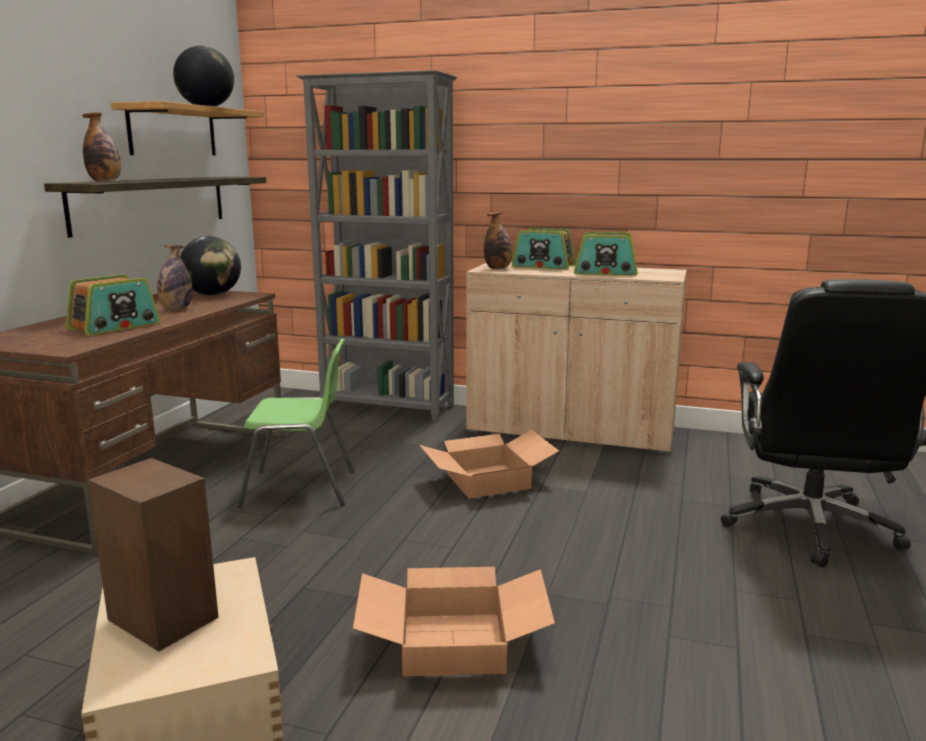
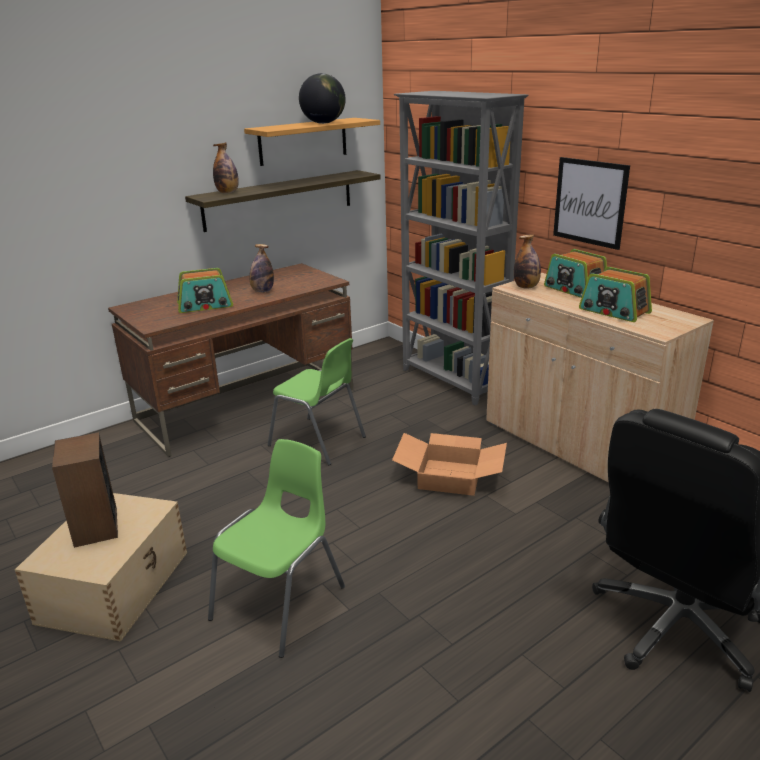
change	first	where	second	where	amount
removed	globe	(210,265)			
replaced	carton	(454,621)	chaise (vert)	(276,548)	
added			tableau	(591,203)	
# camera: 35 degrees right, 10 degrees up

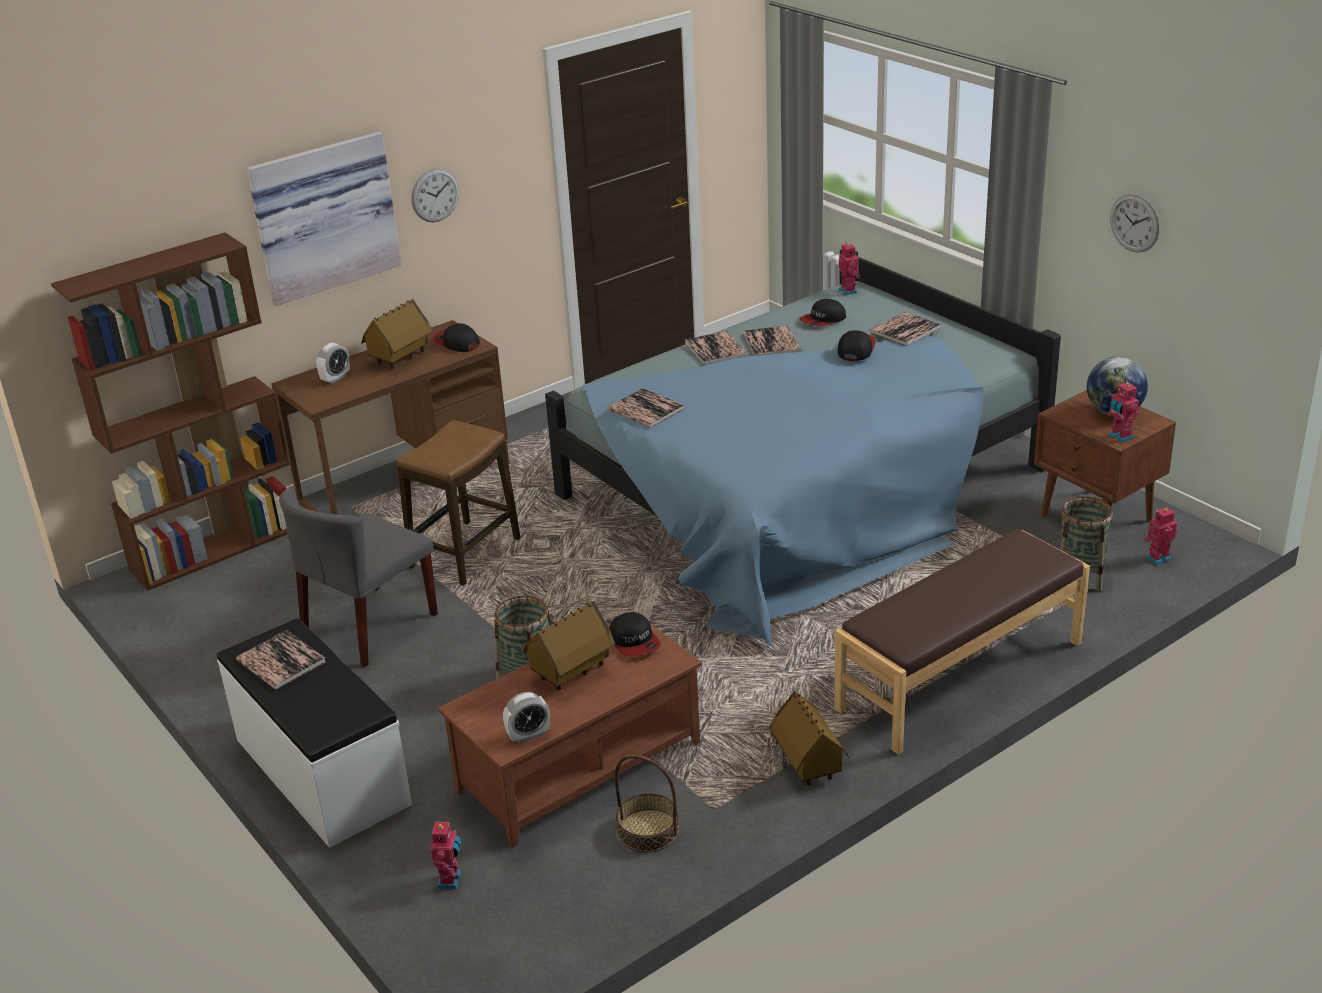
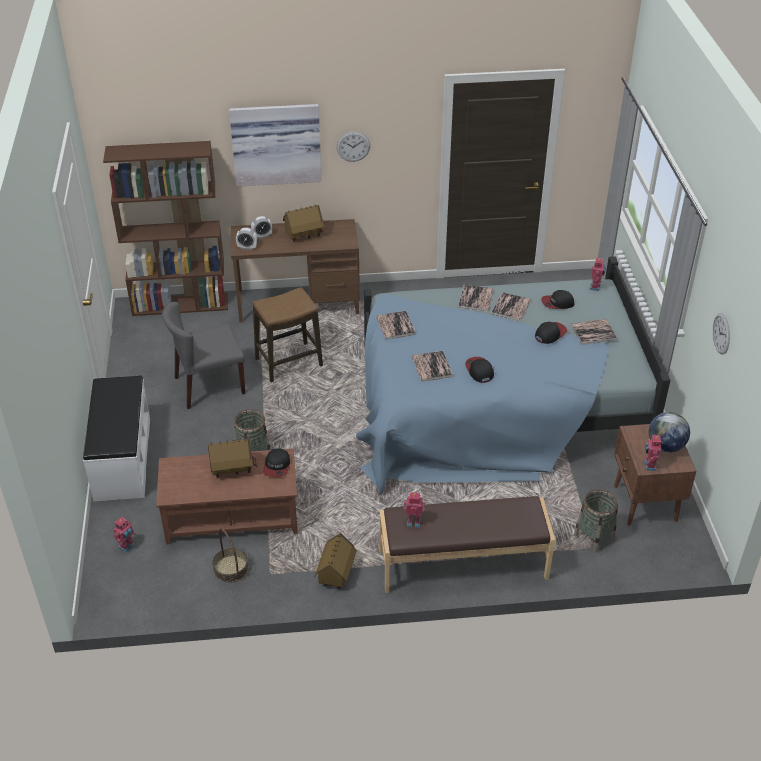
change	first	where	second	where	amount
moved	livre	(281,659)		(432,366)	
moved	casquette	(456,337)		(479,370)	
moved	réveil	(526,717)		(246,238)	
moved	robot jouet	(1161,536)		(414,510)	
# camera: 30 degrees right, 10 degrees up

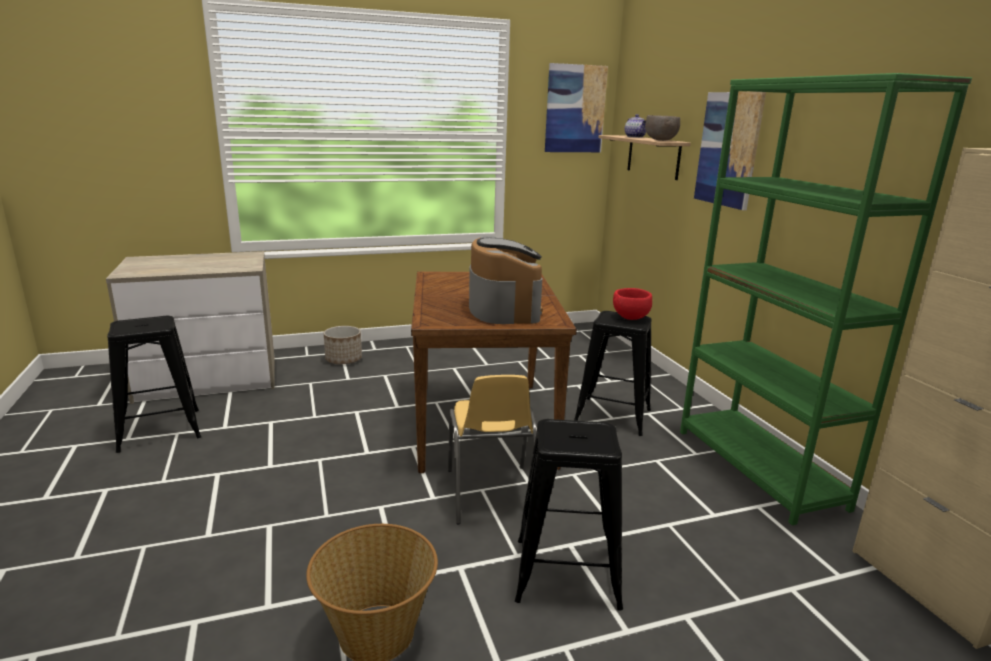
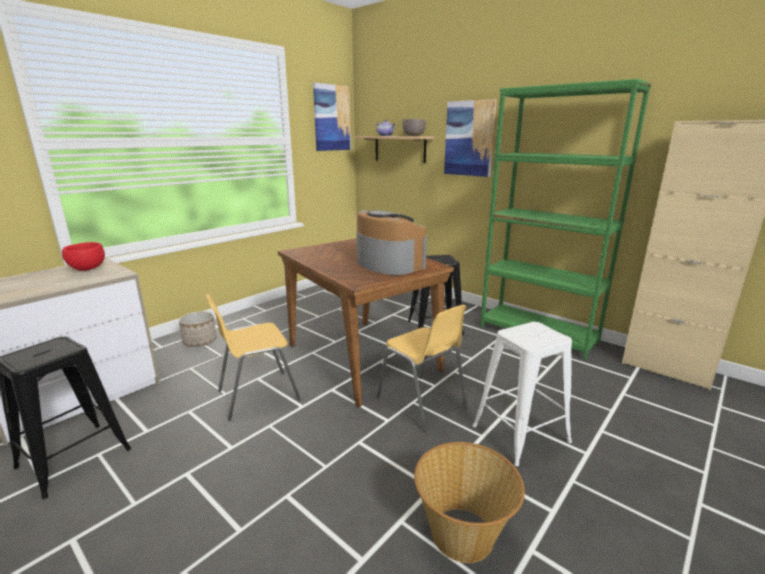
change	first	where	second	where	amount
recoloured	tabouret (noir)	(569,515)	tabouret (blanc)	(522,394)	
moved	bol (rouge)	(632,304)		(83,256)	
added			chaise (jaune)	(253,357)	
# camera: 30 degrees left, 0 degrees up

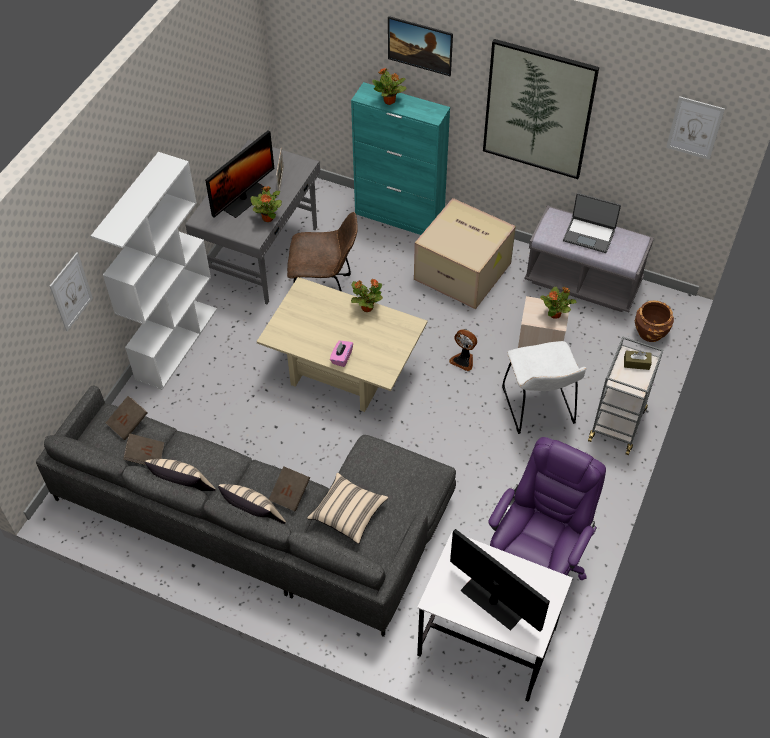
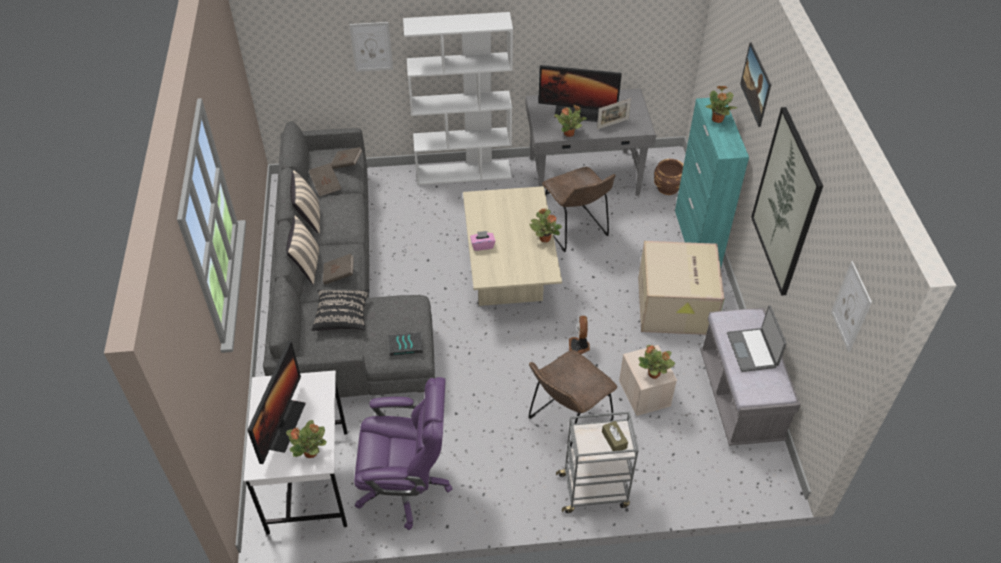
change	first	where	second	where	amount
recoloured	coussin (beige)	(347,508)	coussin (noir)	(340,310)	
recoloured	chaise (blanc)	(544,387)	chaise (marron)	(572,398)	
moved	cache-pot (marron)	(654,321)		(669,177)	
added			plante en pot	(306,439)	
added			livre	(405,344)	
# camera: 60 degrees right, 5 degrees down

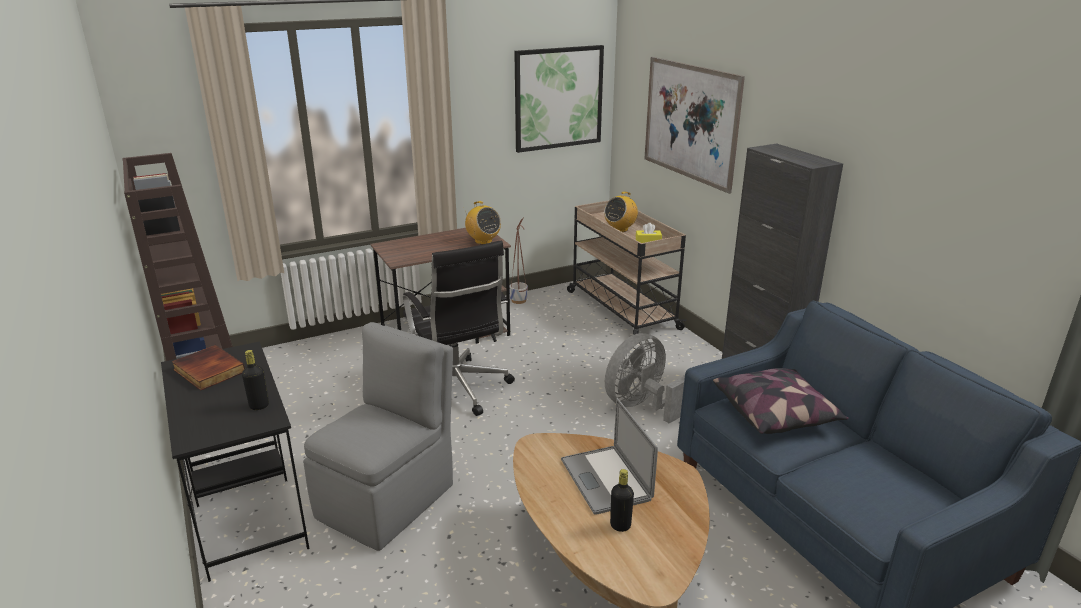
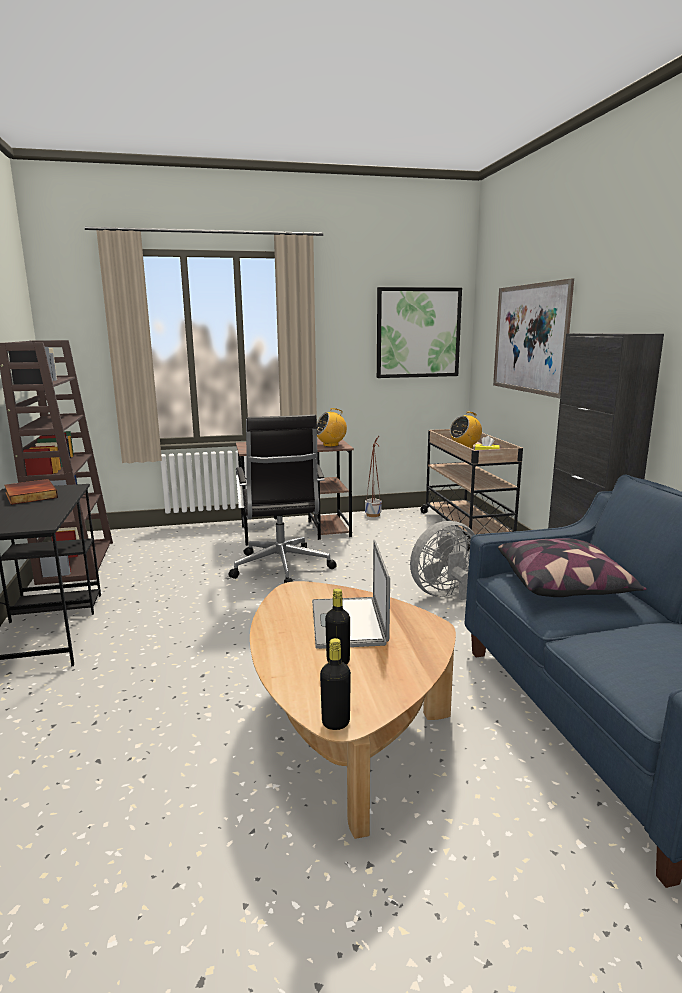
change	first	where	second	where	amount
moved	bouteille (noir)	(255,380)		(335,684)	
removed	chaise (gris)	(378,436)			
turned	radio	(483,223)		(332,427)	90 degrees clockwise
# camera: 15 degrees right, 10 degrees down

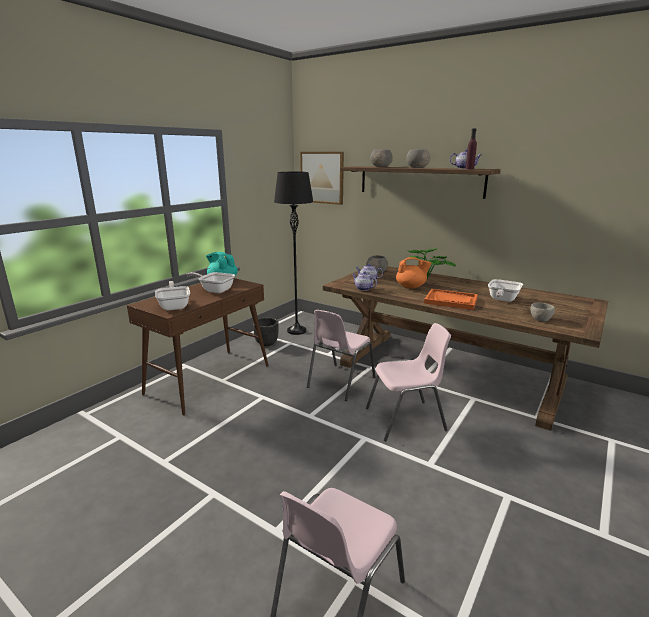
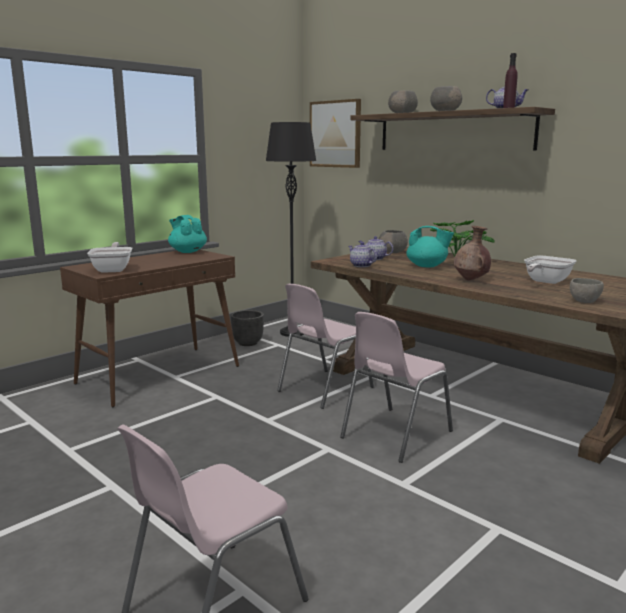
change	first	where	second	where	amount
removed	poêle	(210,282)			
turned	chaise (rose)	(408,382)		(396,387)	135 degrees clockwise
recoloured	théière (orange)	(413,272)	théière (turquoise)	(430,247)	
replaced	plateau (orange)	(451,299)	vase (marron)	(472,253)	
# camera: 10 degrees right, 5 degrees down

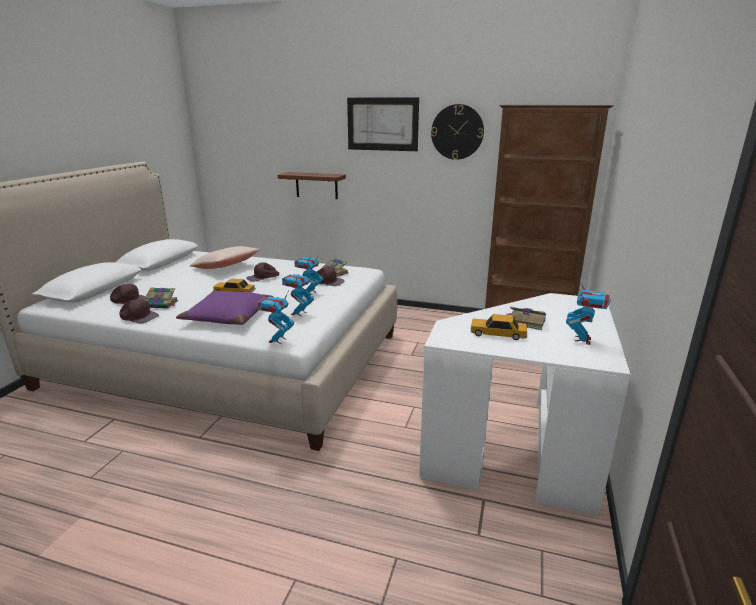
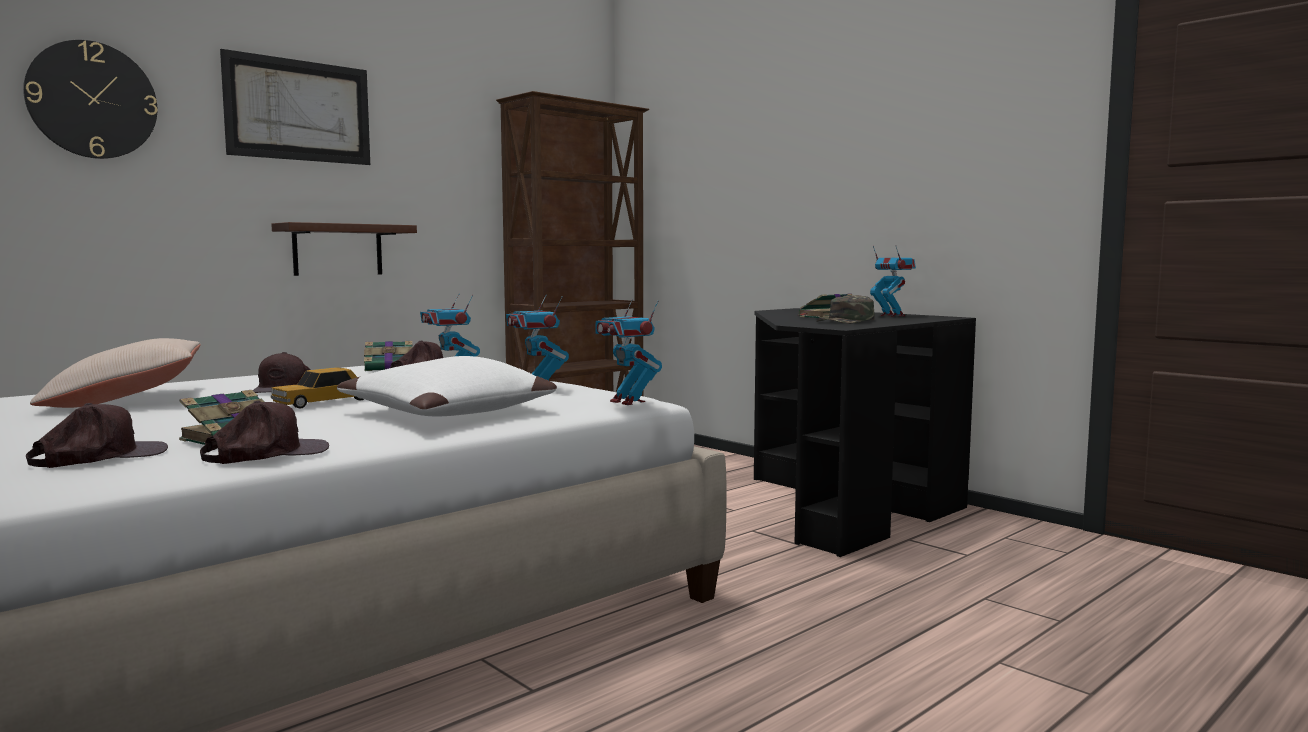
change	first	where	second	where	amount
recoloured	coussin (violet)	(224,308)	coussin (blanc)	(447,386)	
moved	étagère (marron)	(312,185)		(344,249)	
recoloured	bureau (blanc)	(525,404)	bureau (noir)	(865,432)	
moved	horloge murale	(457,132)		(90,99)	
replaced	petite voiture	(499,327)	casquette (vert)	(845,309)	
# camera: 60 degrees left, 15 degrees down

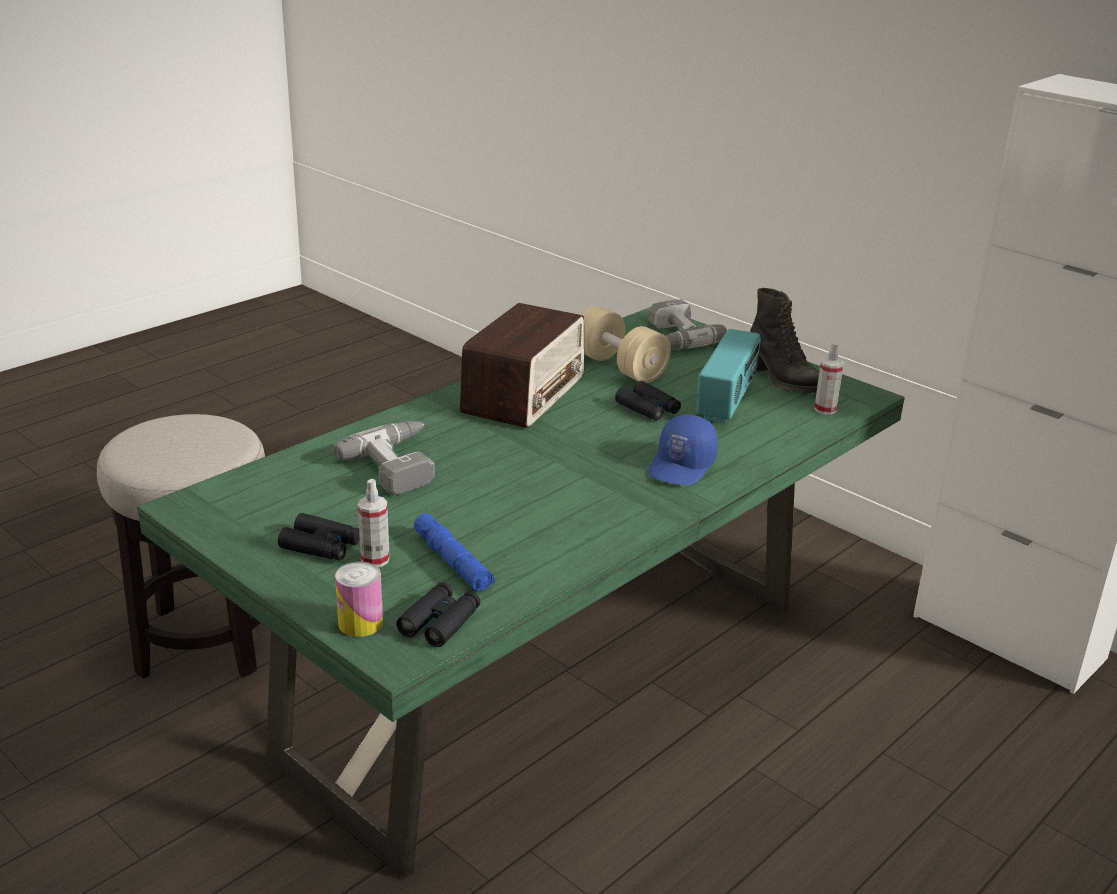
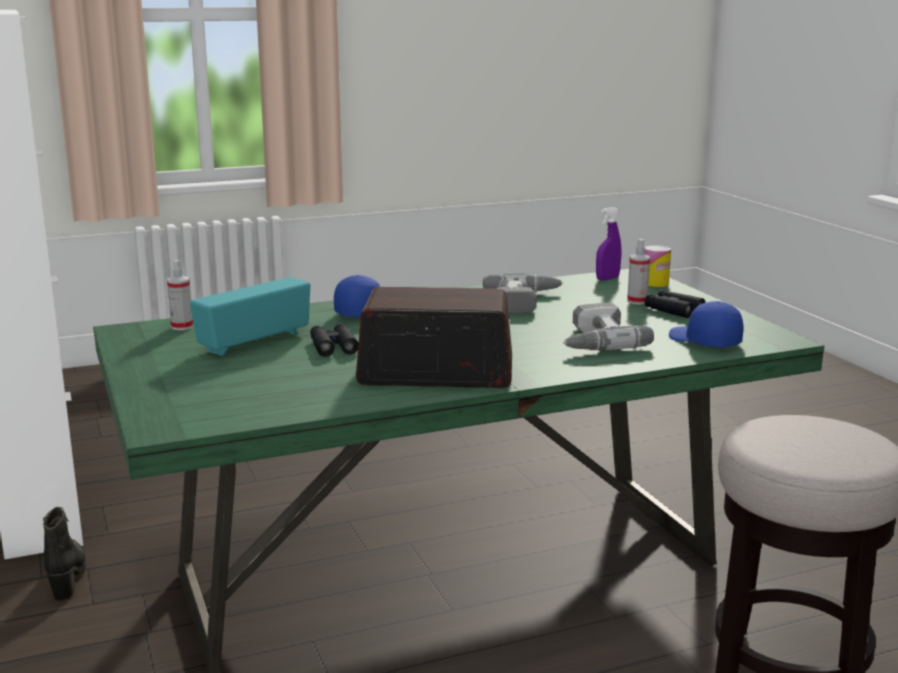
change	first	where	second	where	amount
replaced	jumelles (noir)	(438,614)	vaporisateur (violet)	(608,244)	
removed	lampe de poche (bleu)	(454,552)			
turned	radio	(522,365)		(434,337)	45 degrees clockwise
removed	haltère (beige)	(626,344)			
moved	perceuse	(687,324)		(523,293)	
moved	botte (noir)	(784,340)		(65,554)	
added			casquette (bleu)	(706,324)	
# camera: 155 degrees left, 10 degrees down

